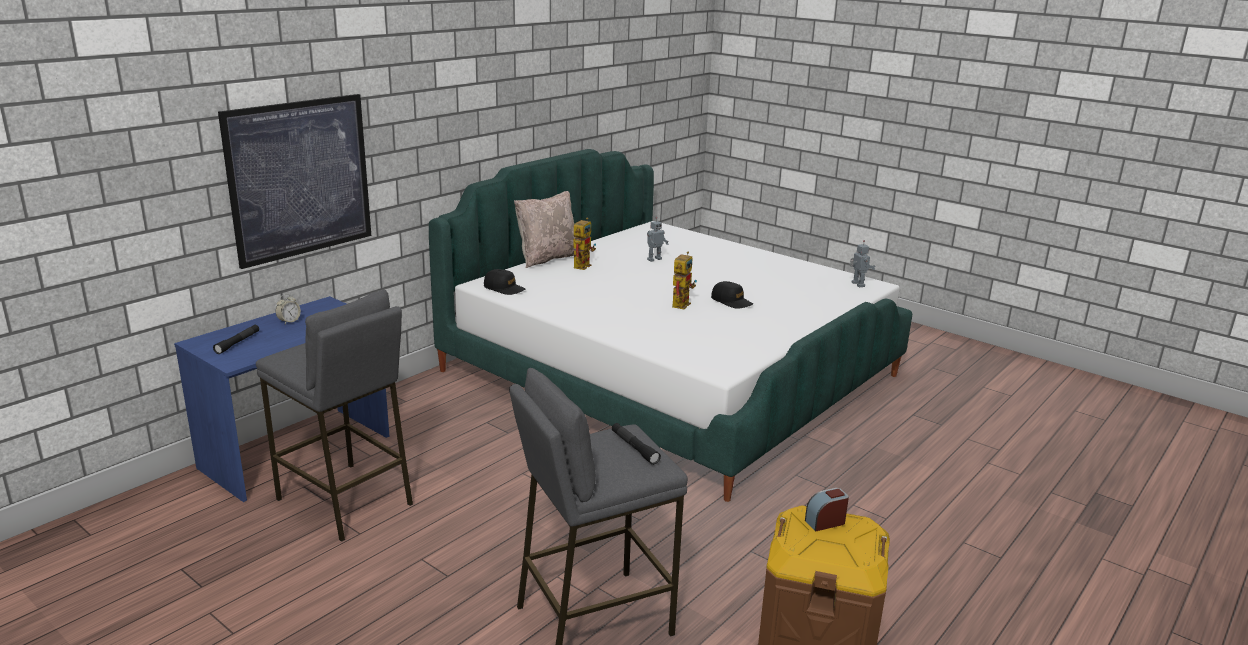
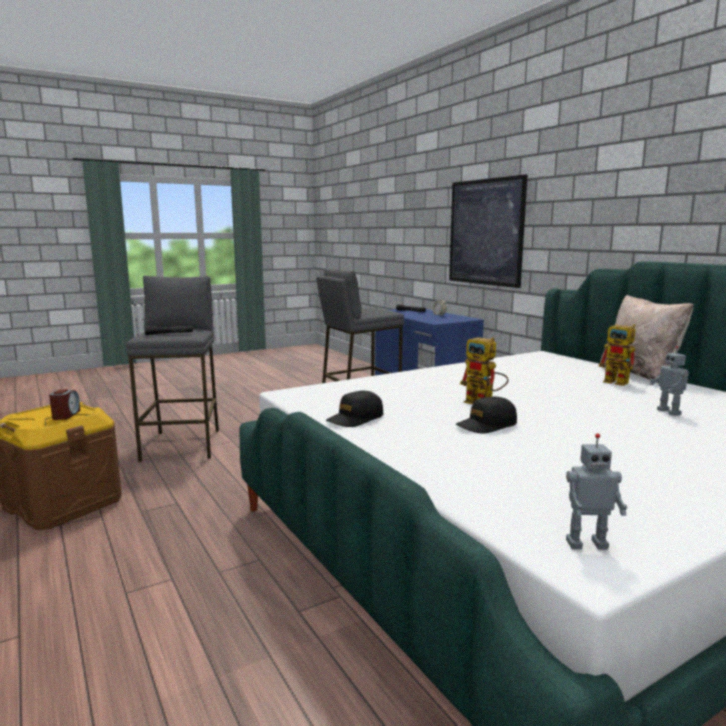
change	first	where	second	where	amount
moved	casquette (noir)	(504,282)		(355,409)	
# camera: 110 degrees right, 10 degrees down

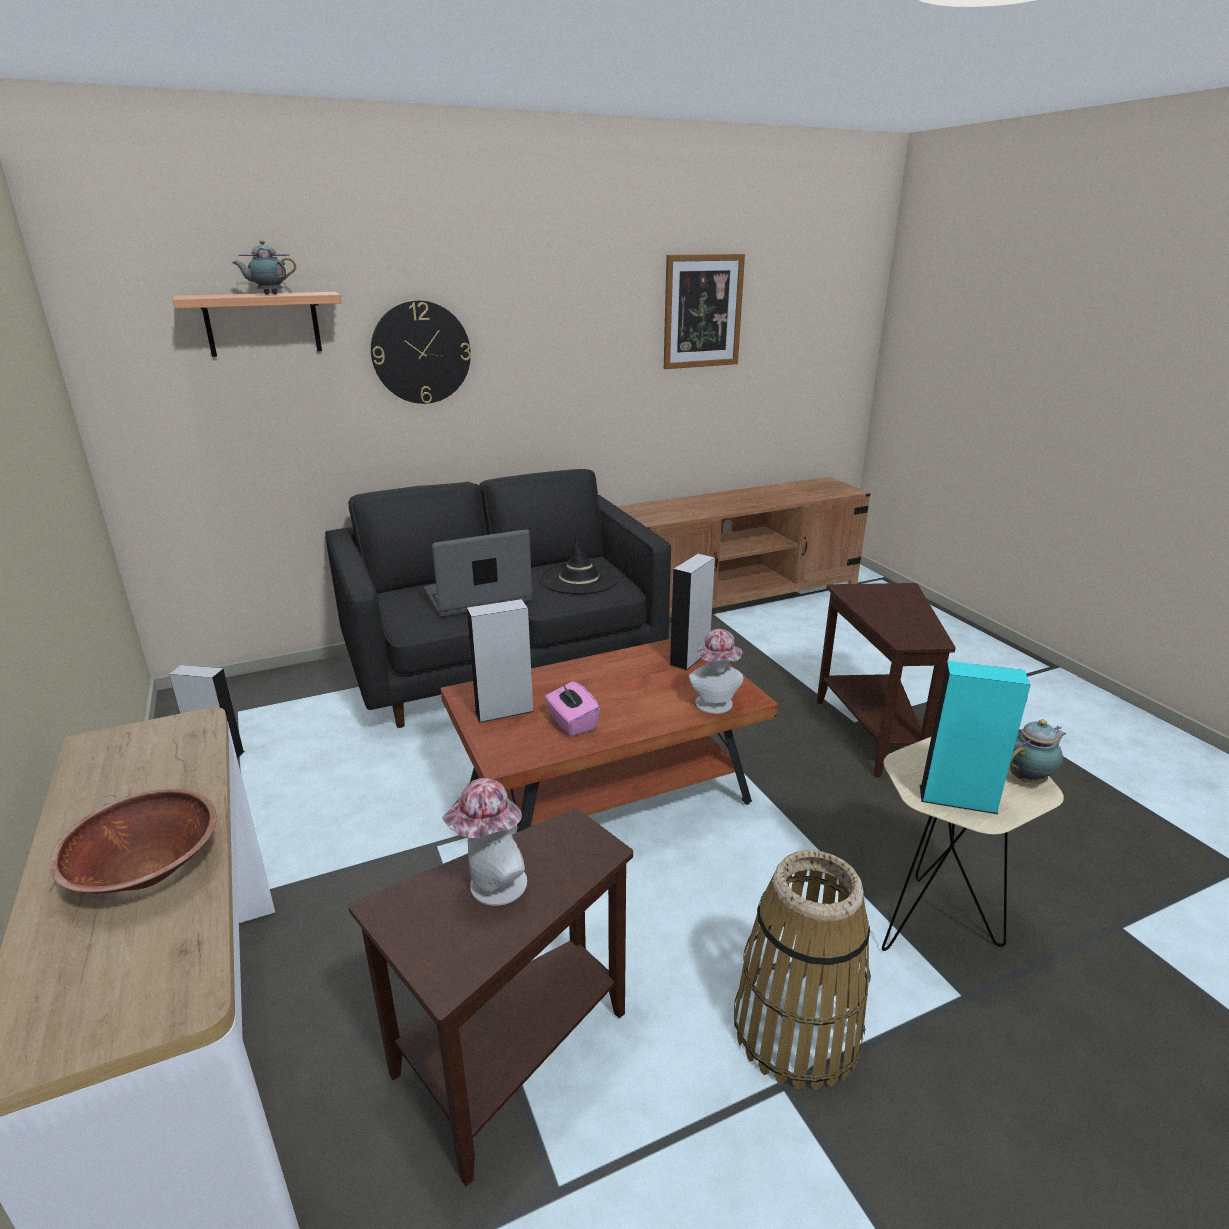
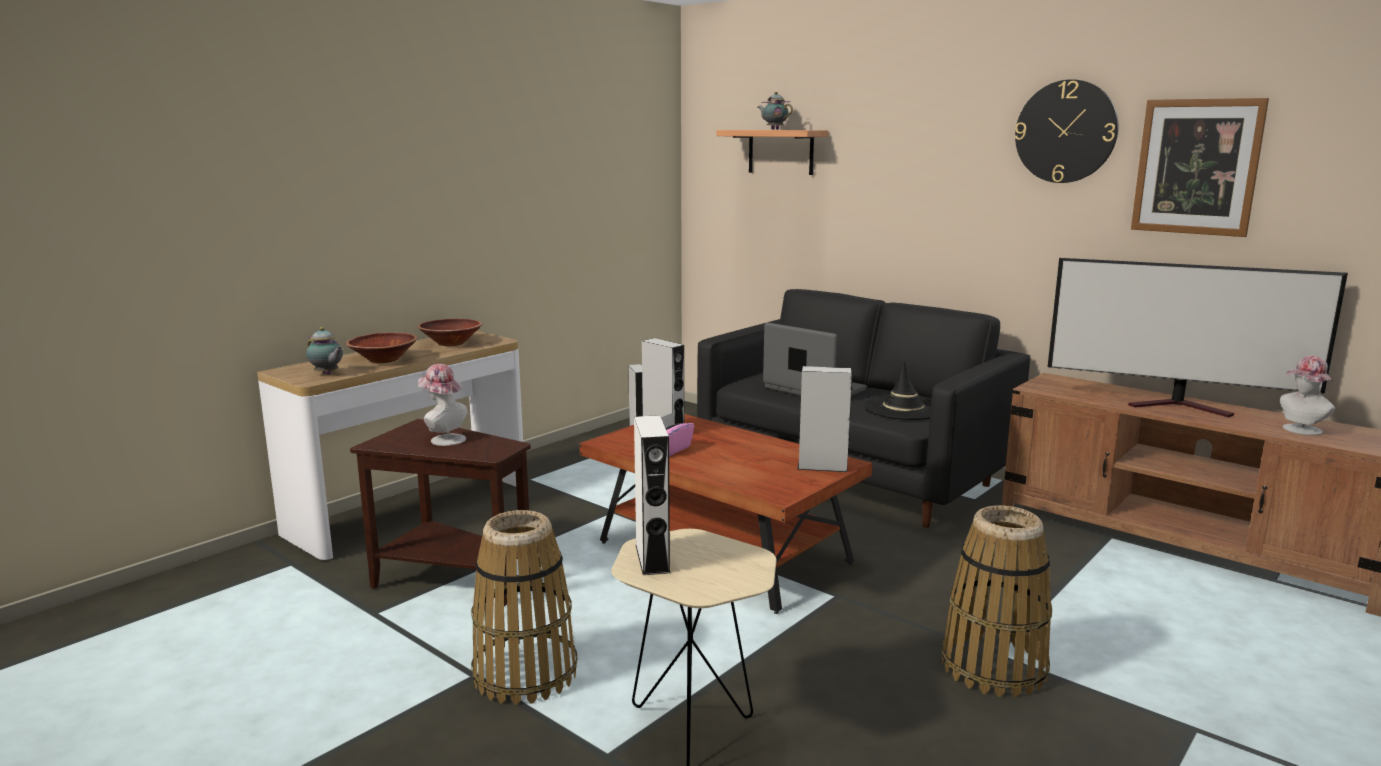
change	first	where	second	where	amount
moved	horloge murale	(421,352)		(1066,131)	
moved	chapeau	(716,671)		(1307,395)	
replaced	table d'appoint (marron)	(886,680)	panier	(997,601)	
recoloured	enceinte (turquoise)	(975,737)	enceinte (blanc)	(652,495)	
moved	théière	(1038,751)		(324,350)	
added			bol (marron)	(450,332)	
added			téléviseur	(1198,337)	
# camera: 65 degrees right, 10 degrees down

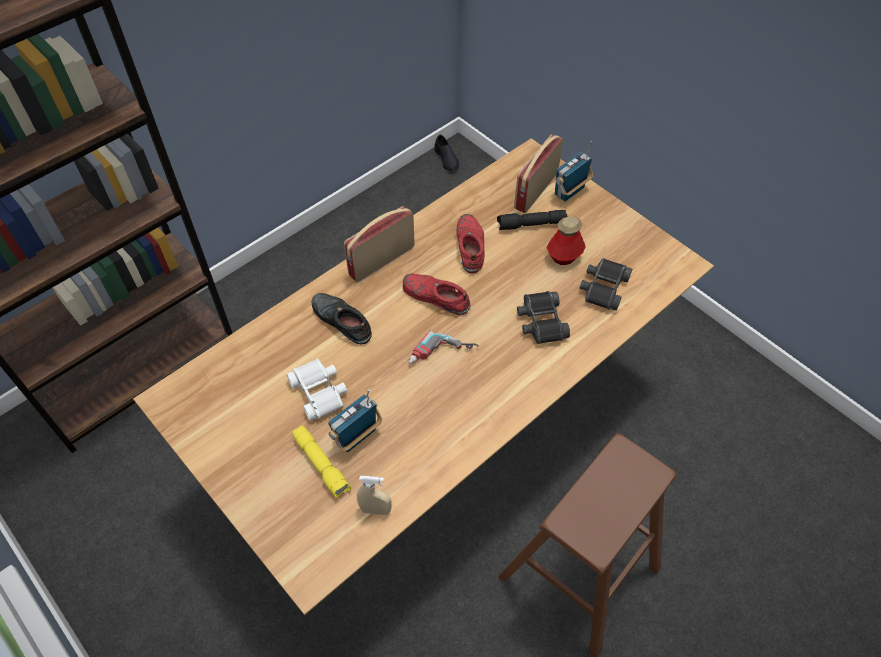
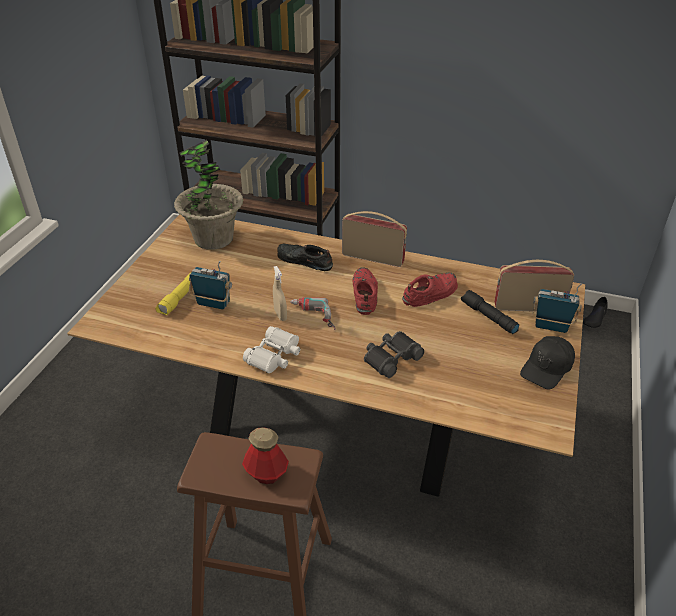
change	first	where	second	where	amount
moved	jumelles (blanc)	(316,389)		(271,349)	
turned	chaussure (noir)	(342,318)		(305,257)	75 degrees counterclockwise
moved	vaporisateur (beige)	(374,495)		(280,293)	
moved	bouteille	(566,240)		(265,455)	
removed	jumelles (noir)	(606,284)			
added			plante en pot	(208,194)	
added			casquette (noir)	(547,362)	
# camera: 60 degrees right, 15 degrees down

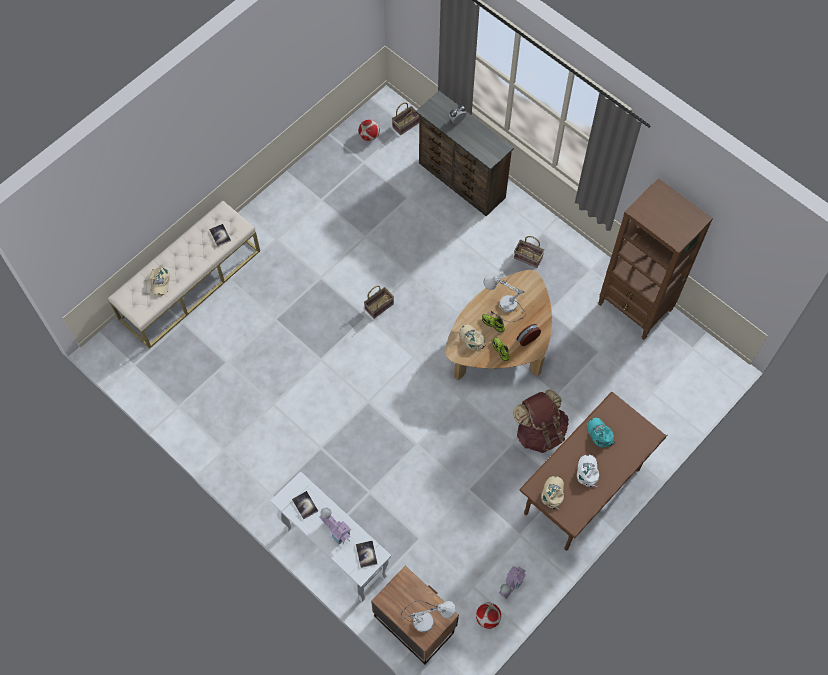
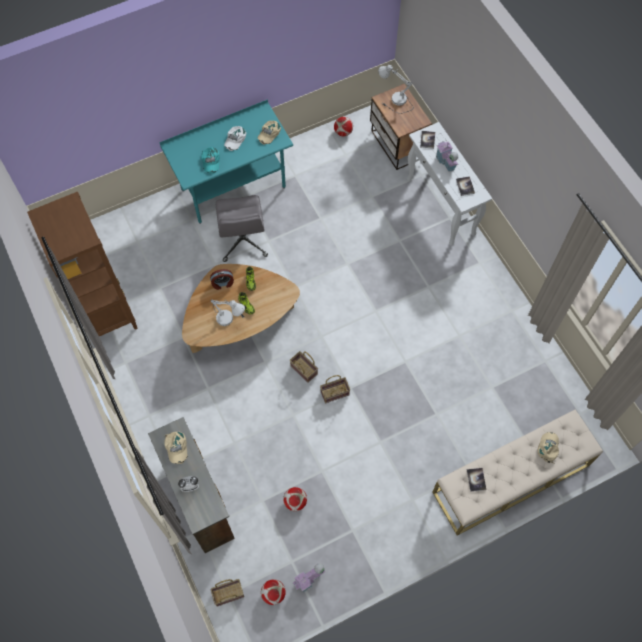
change	first	where	second	where	amount
moved	casquette (beige)	(472,337)		(175,448)	
moved	maison miniature	(512,582)		(309,577)	
replaced	sac à dos (marron)	(541,421)	chaise de bureau (gris)	(242,228)	
moved	panier	(529,252)		(304,367)	
recoloured	bureau (marron)	(593,471)	bureau (turquoise)	(226,161)	
added			ballon de foot	(295,499)	
# camera: 160 degrees left, 0 degrees up

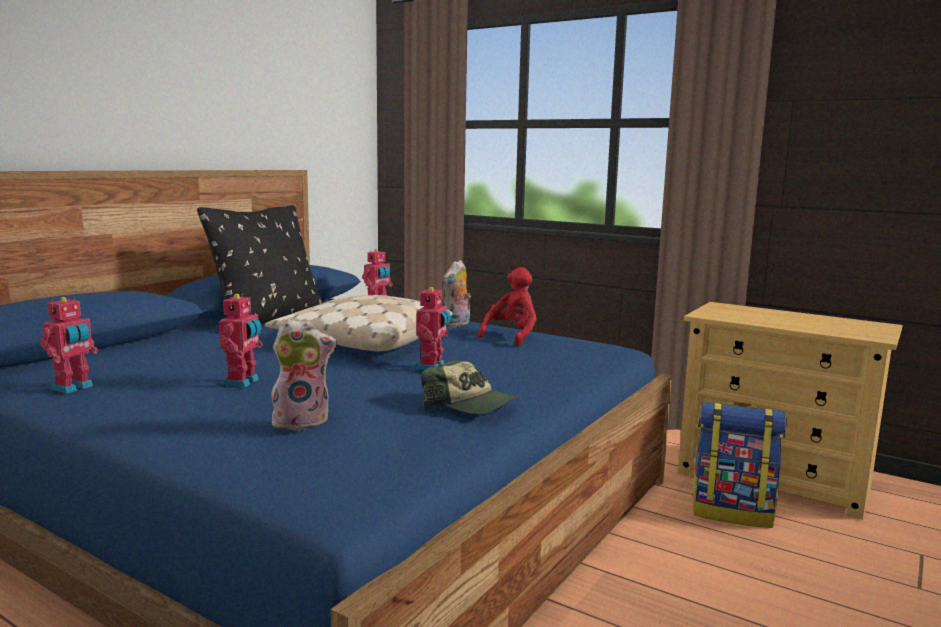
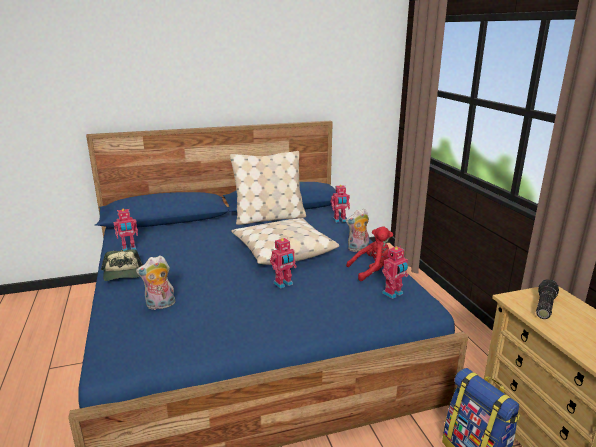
change	first	where	second	where	amount
recoloured	coussin (noir)	(260,264)	coussin (beige)	(268,188)	
moved	robot jouet	(241,340)		(395,272)	
turned	peluche	(304,374)		(156,282)	135 degrees clockwise
moved	casquette	(470,387)		(122,265)	
added			lampe de poche	(547,299)	
# camera: 40 degrees right, 10 degrees up

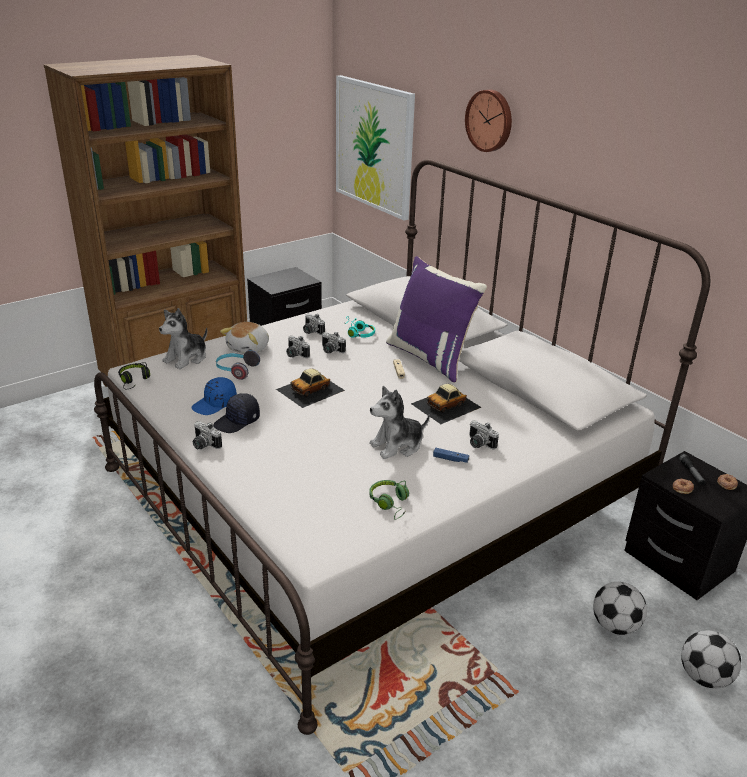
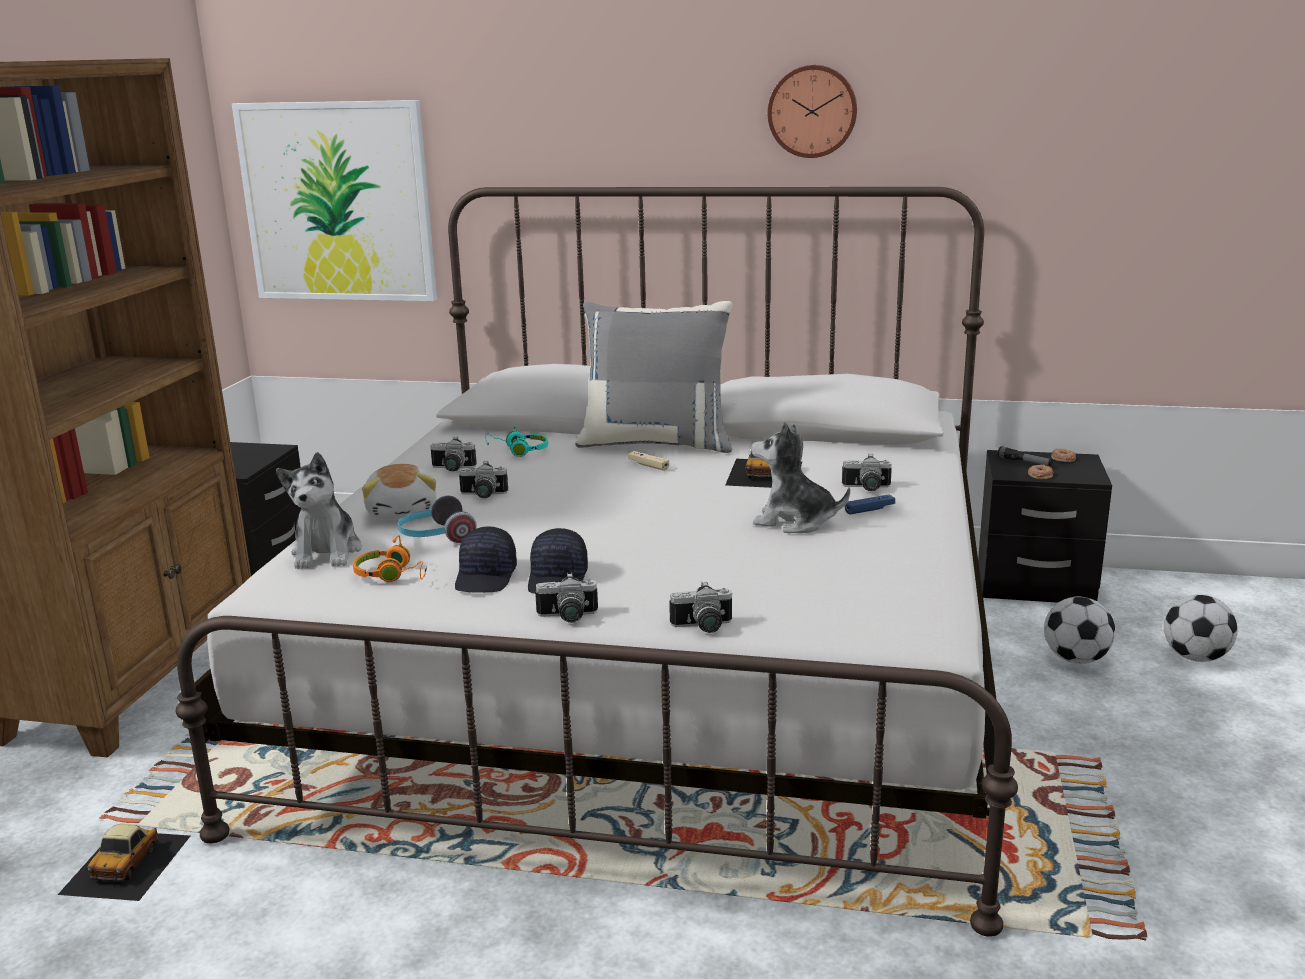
change	first	where	second	where	amount
removed	casque audio (noir)	(134,375)			
recoloured	casquette (bleu)	(214,396)	casquette (noir)	(486,559)	
moved	petite voiture	(310,388)		(124,862)	
moved	appareil photo	(334,342)		(700,607)	
removed	casque audio (vert)	(389,500)			
turned	peluche	(400,422)		(800,477)	90 degrees clockwise
recoloured	coussin (violet)	(436,319)	coussin (gris)	(653,377)	
moved	horloge murale	(488,121)		(812,111)	
added			casque audio (orange)	(390,558)	
# camera: 40 degrees left, 10 degrees down

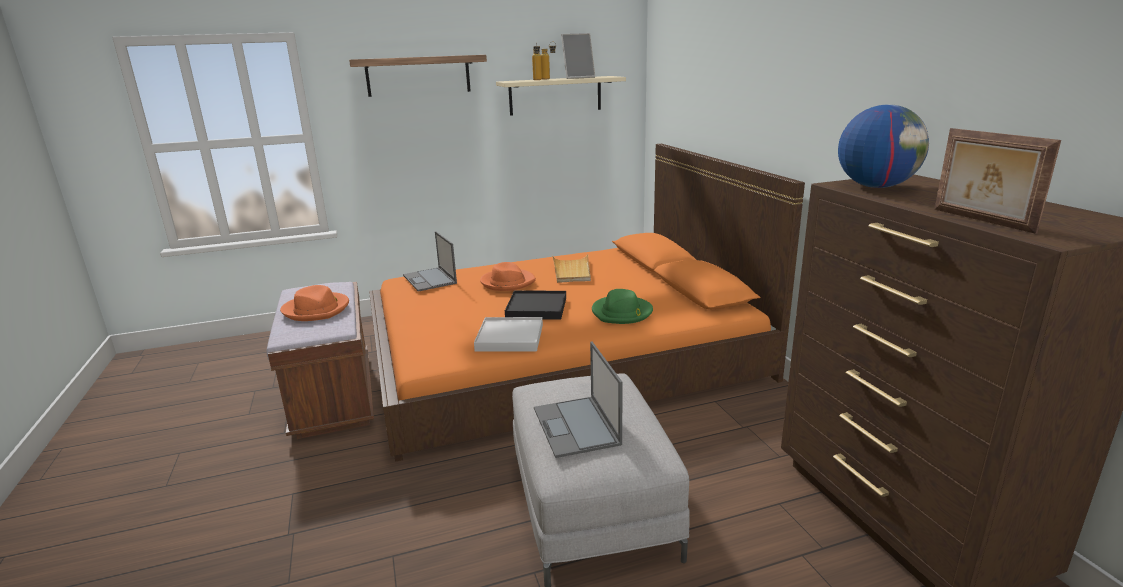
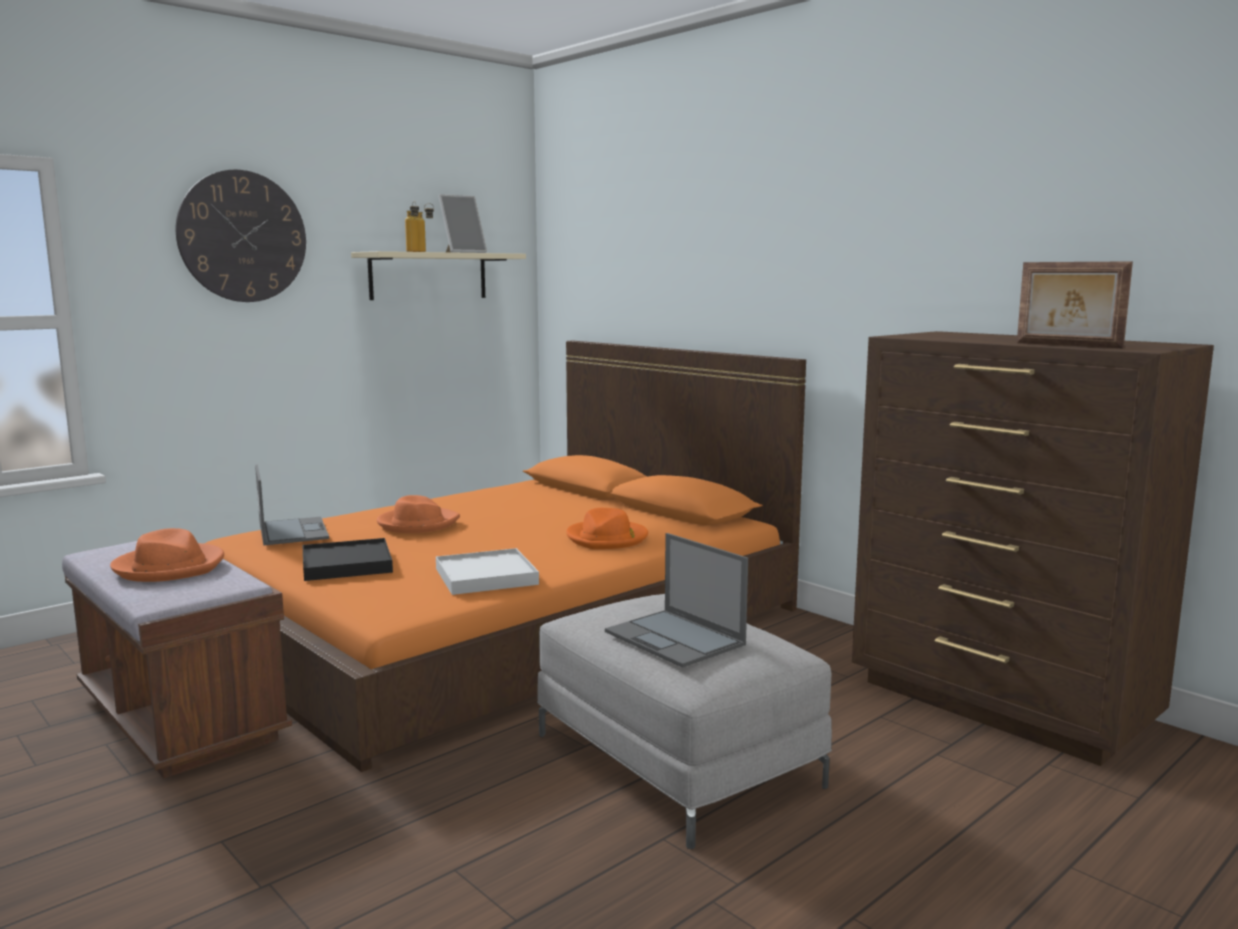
change	first	where	second	where	amount
replaced	étagère	(418,76)	horloge murale	(241,236)	
turned	ordinateur portable	(430,261)		(292,505)	150 degrees counterclockwise
moved	plateau (noir)	(535,305)		(347,559)	
removed	plateau (beige)	(571,268)			
recoloured	chapeau (vert)	(622,306)	chapeau (orange)	(607,528)	
removed	globe	(883,146)			
# camera: 25 degrees left, 10 degrees down

